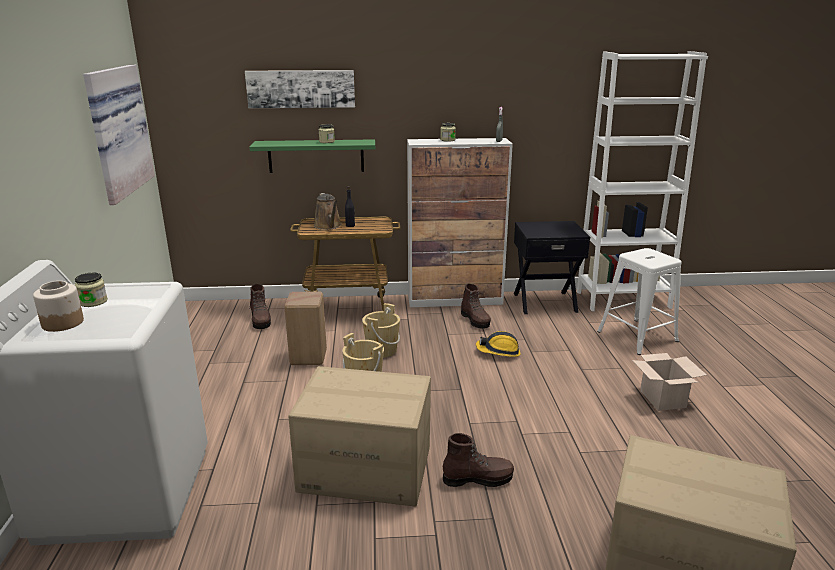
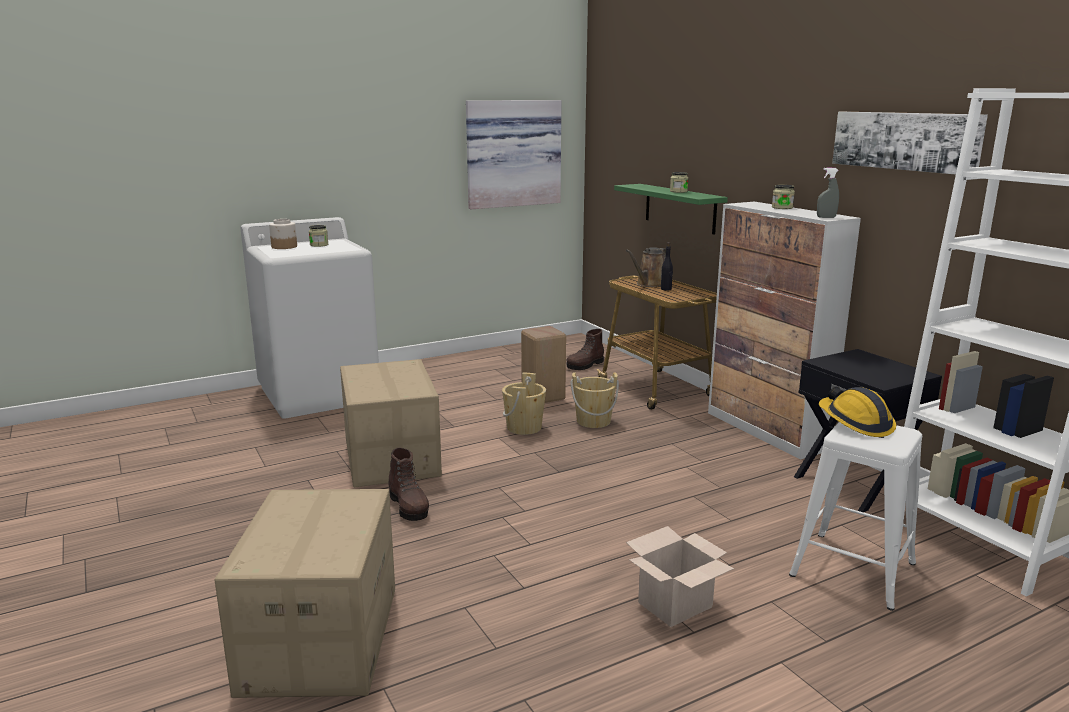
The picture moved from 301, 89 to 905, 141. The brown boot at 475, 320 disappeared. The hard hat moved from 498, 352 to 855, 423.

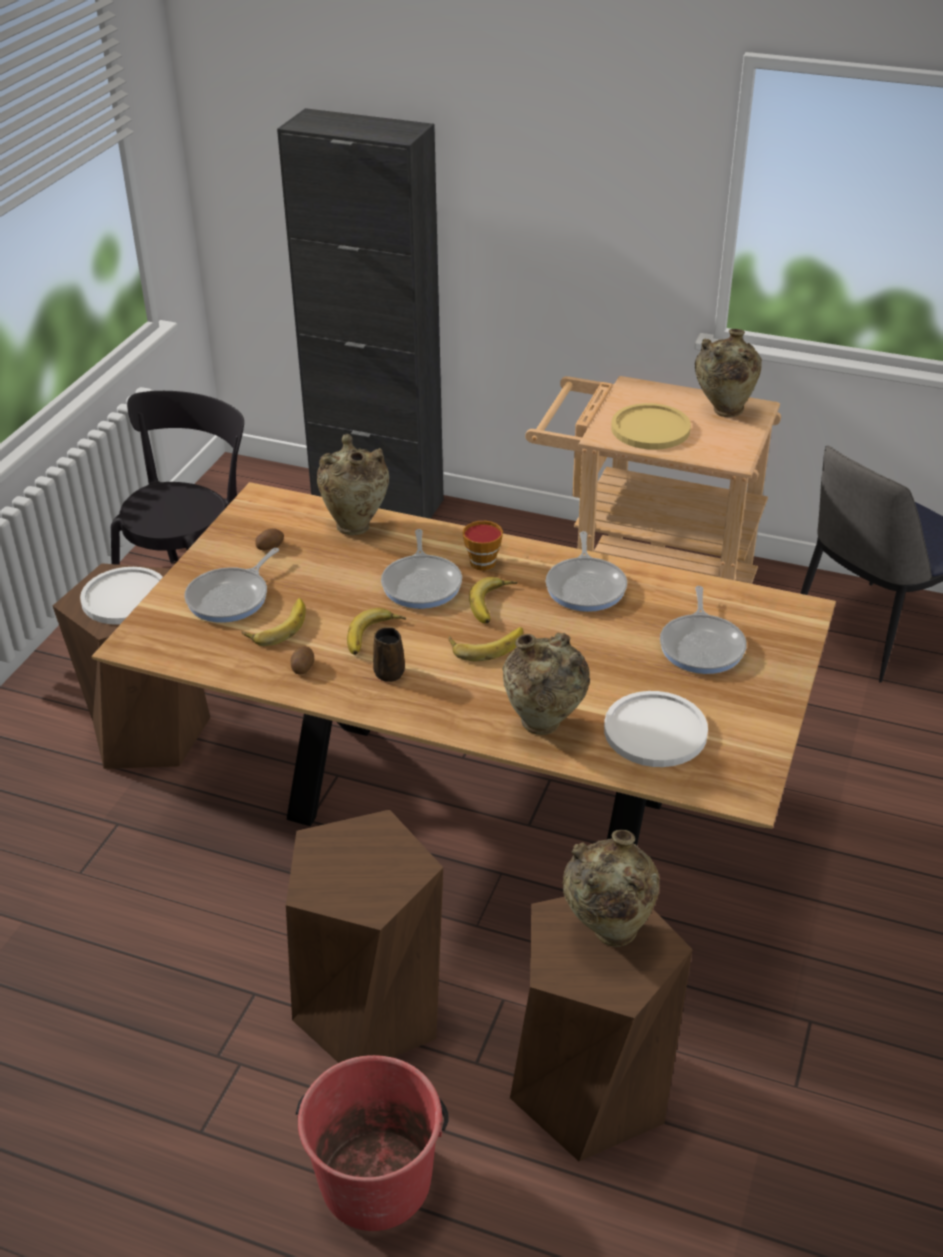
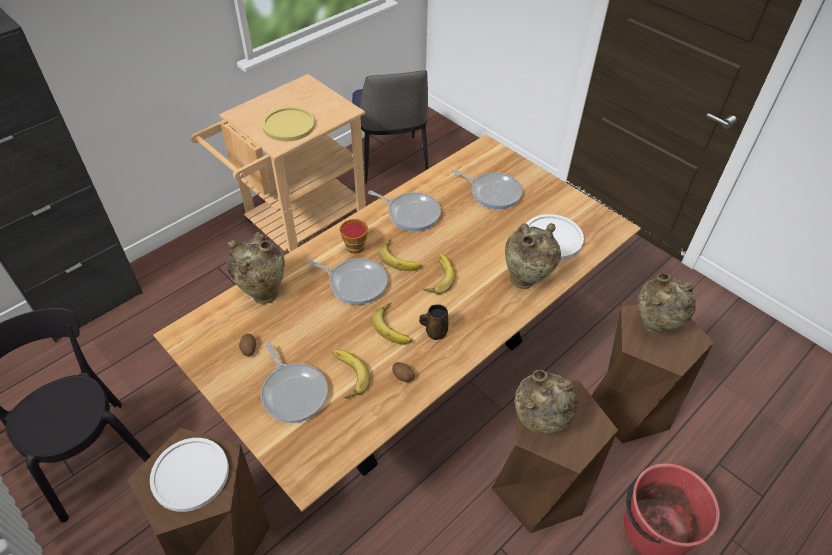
The beige vase moved from 723, 411 to 538, 425.

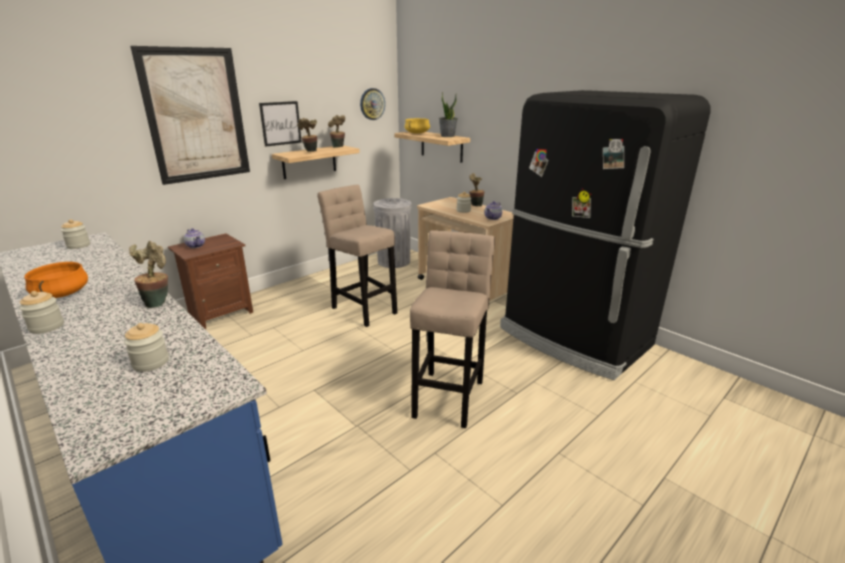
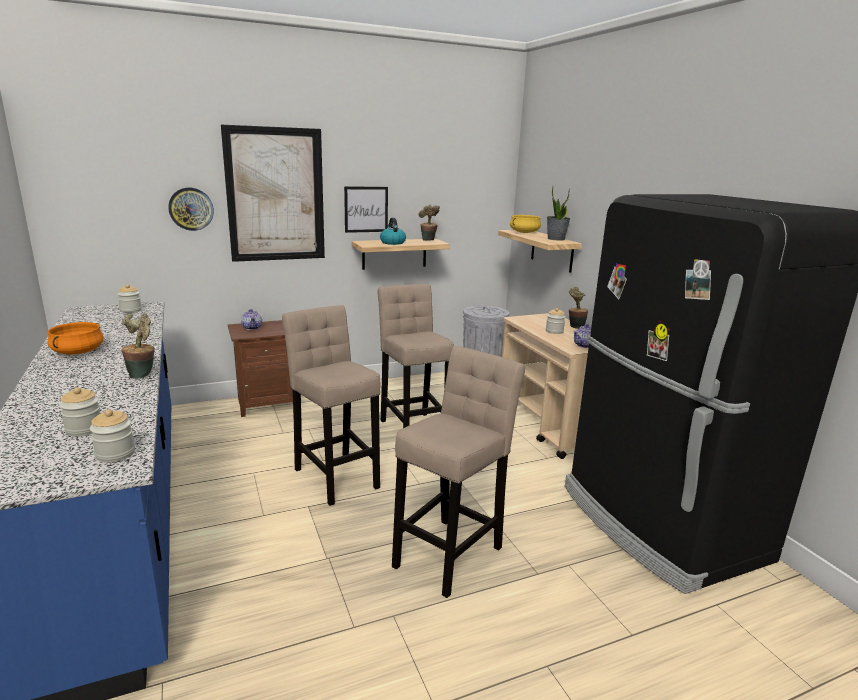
The wall clock moved from 372, 104 to 191, 209. The potted plant at 310, 152 was replaced by the kettle at 392, 242. The jar moved from 47, 327 to 115, 454. The beige stool at 335, 475 appeared.

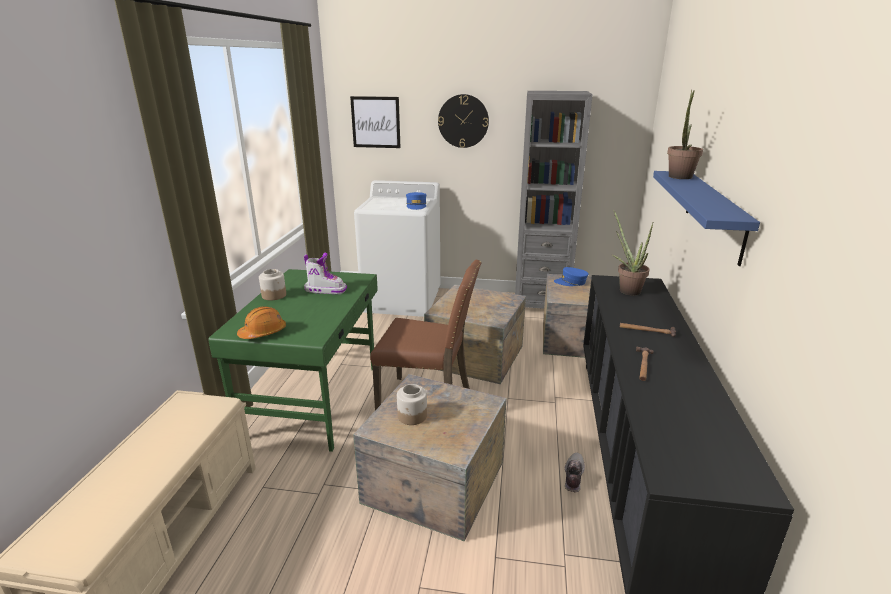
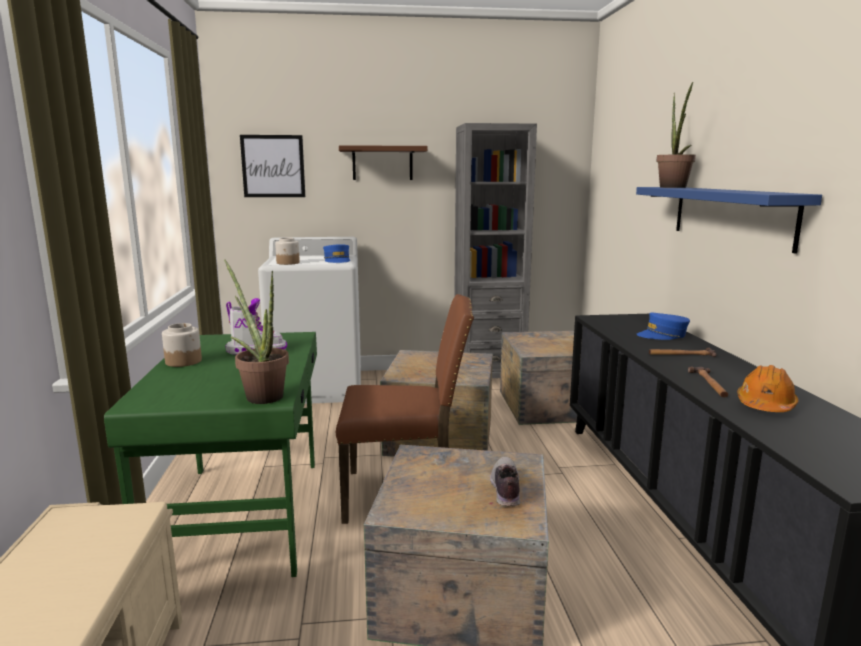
The wall clock at 463, 121 was replaced by the brown shelf at 382, 163. The potted plant moved from 626, 289 to 260, 395. The blue cap moved from 571, 282 to 662, 335. The orange hard hat moved from 263, 332 to 765, 405. The jar moved from 412, 416 to 288, 263. The shoe moved from 573, 476 to 505, 489.

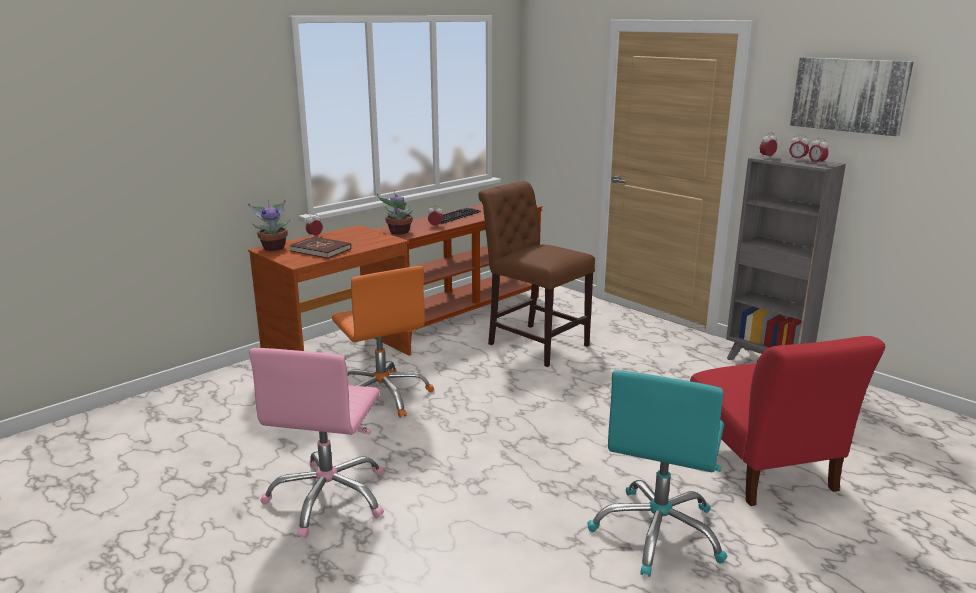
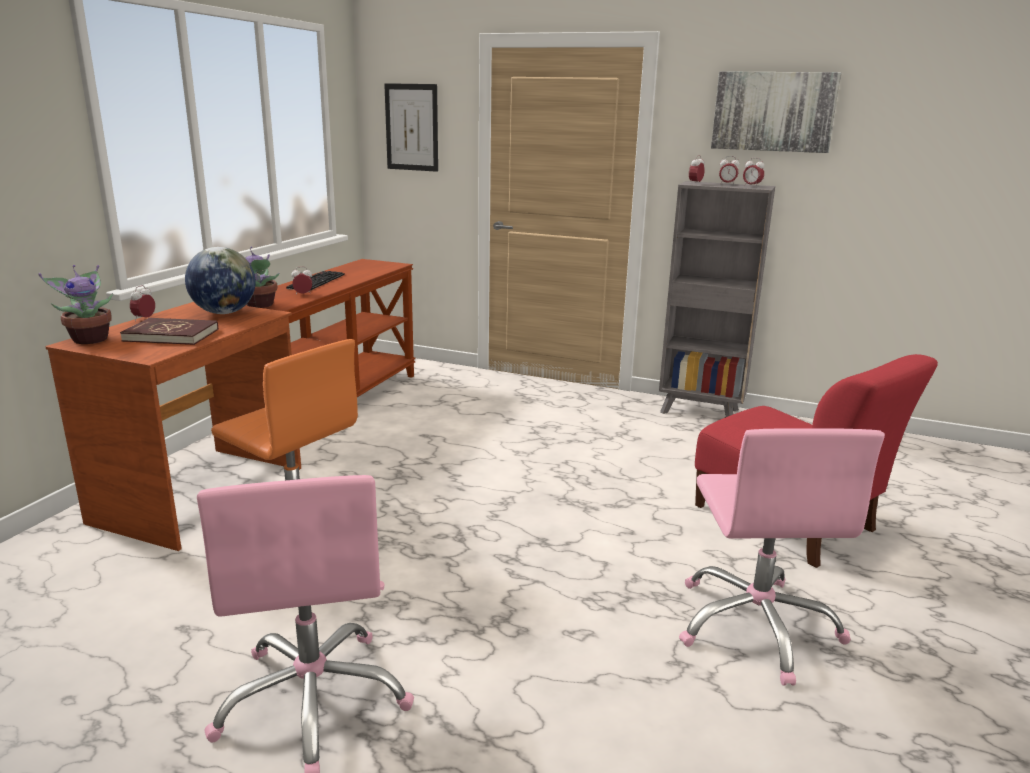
The brown chair at 534, 343 disappeared. The turquoise office chair at 658, 532 became the pink office chair at 756, 625. The picture at 412, 127 appeared. The globe at 224, 312 appeared.

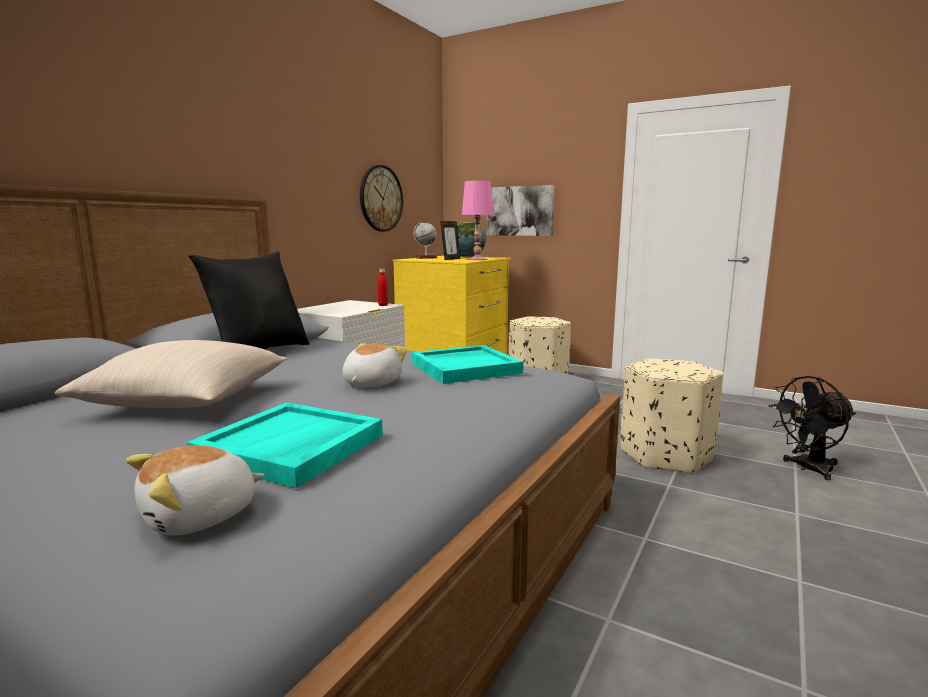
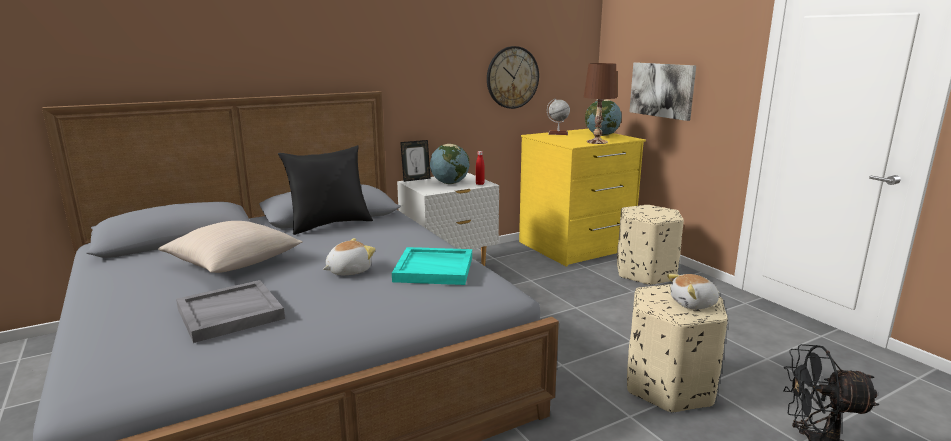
The pink table lamp at 477, 259 became the brown table lamp at 596, 142. The picture frame moved from 450, 259 to 416, 179. The turquoise tray at 291, 448 became the grey tray at 229, 314. The plush toy moved from 201, 517 to 693, 304. The globe at 449, 183 appeared.

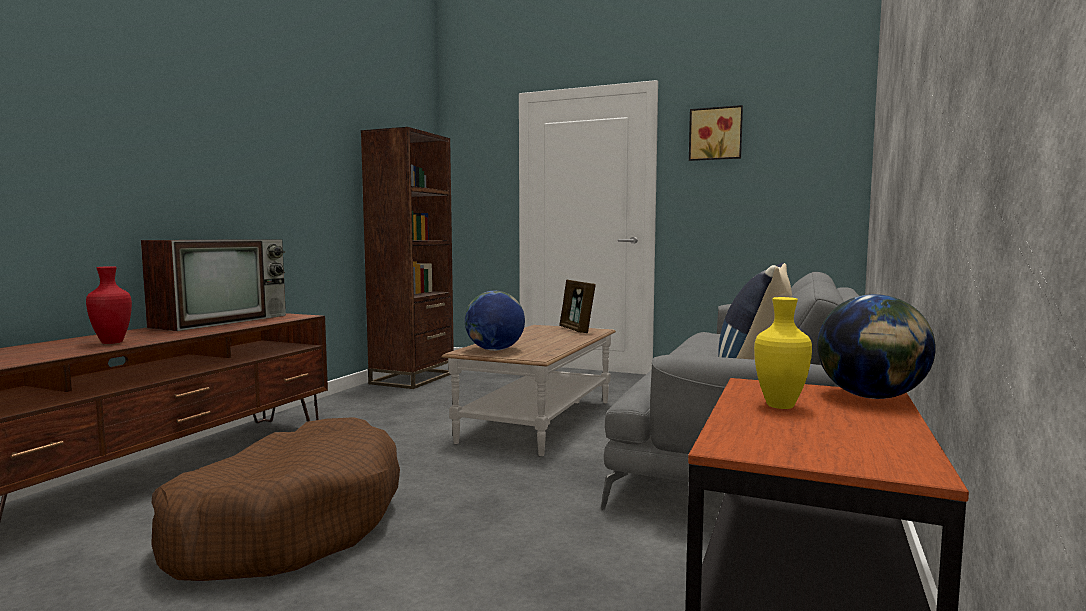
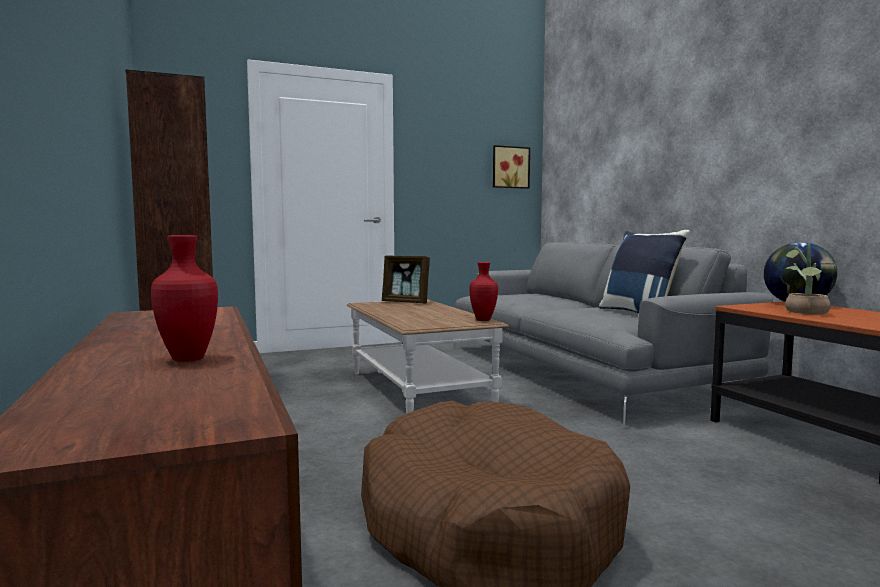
The picture moved from 715, 134 to 510, 167. The television at 223, 321 disappeared. The globe at 495, 350 disappeared. The yellow vase at 779, 406 was replaced by the potted plant at 805, 312. The red vase at 482, 320 appeared.

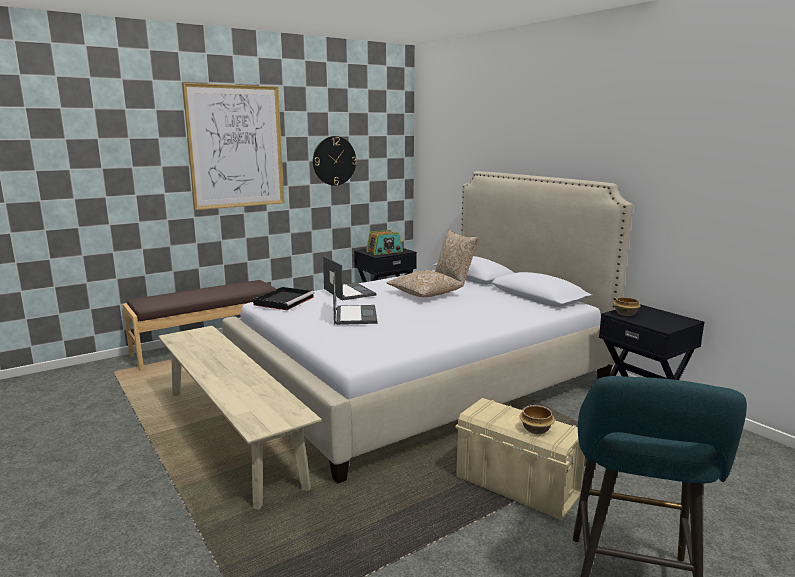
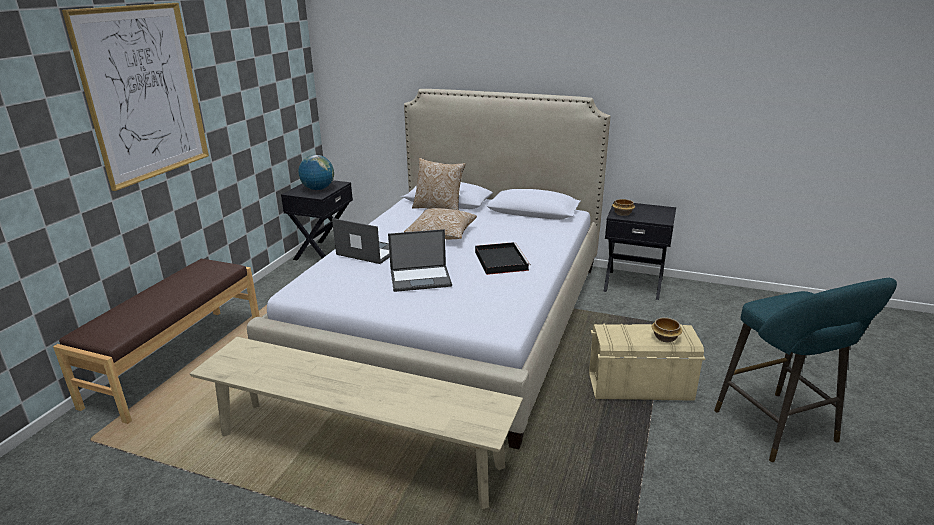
The wall clock at 334, 161 disappeared. The radio at 384, 252 was replaced by the globe at 318, 189. The laptop at 354, 315 turned 120 degrees clockwise. The black tray moved from 284, 300 to 500, 260.

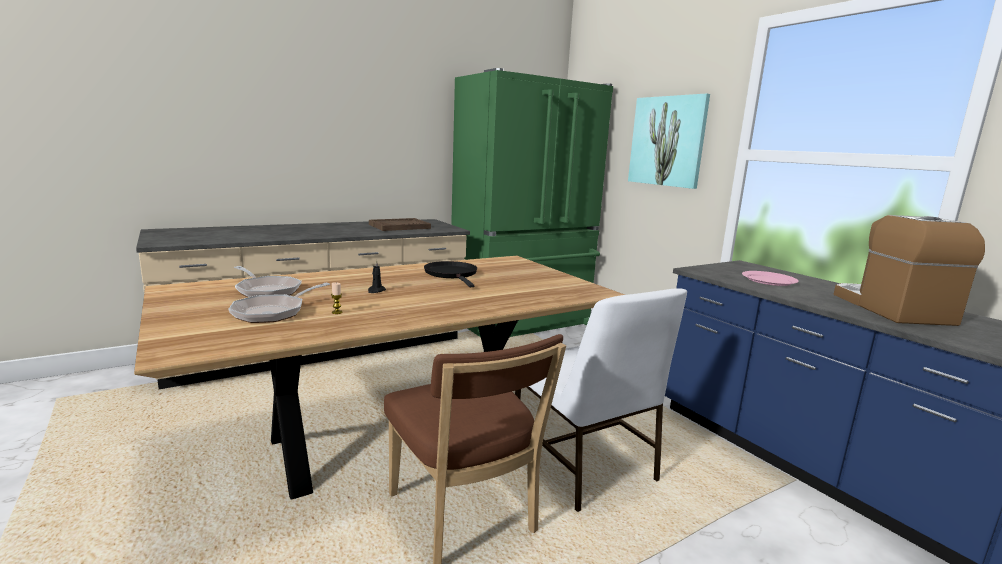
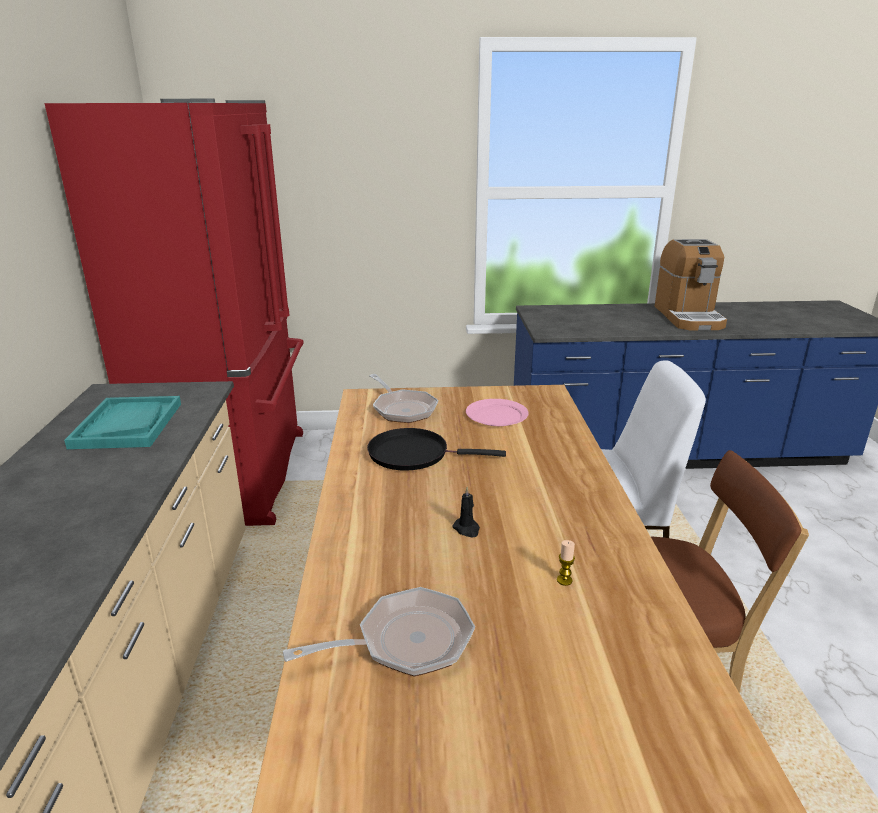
The green fridge at 522, 322 became the red fridge at 238, 475. The picture at 667, 141 disappeared. The coffee machine at 890, 308 turned 120 degrees counterclockwise. The brown tray at 399, 226 became the turquoise tray at 127, 425. The pink plate moved from 769, 280 to 497, 415. The frying pan moved from 274, 312 to 402, 409.

